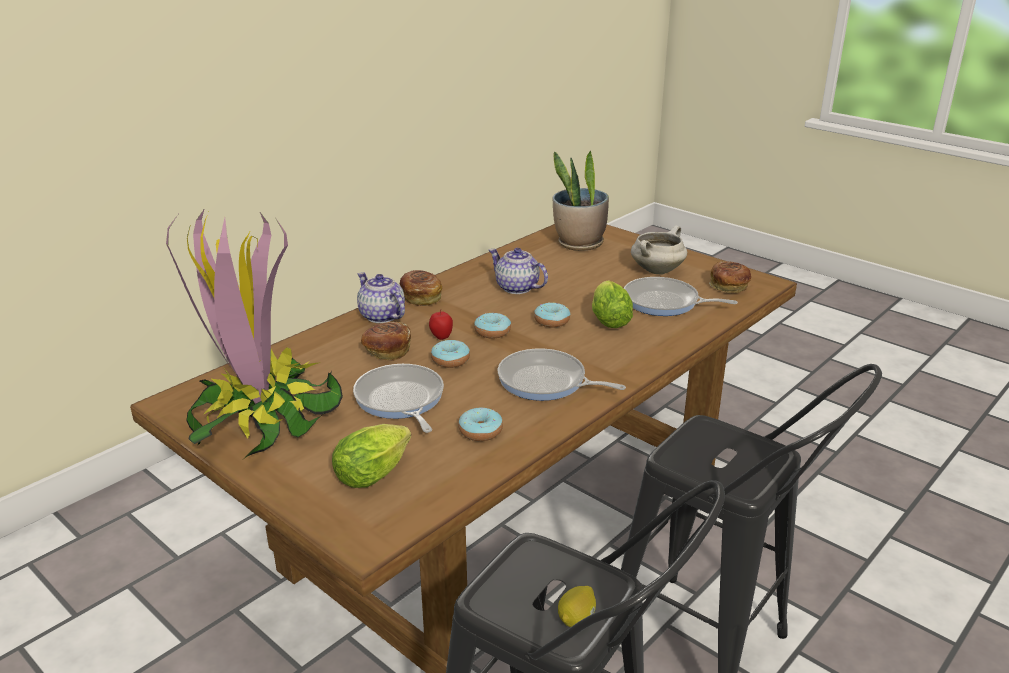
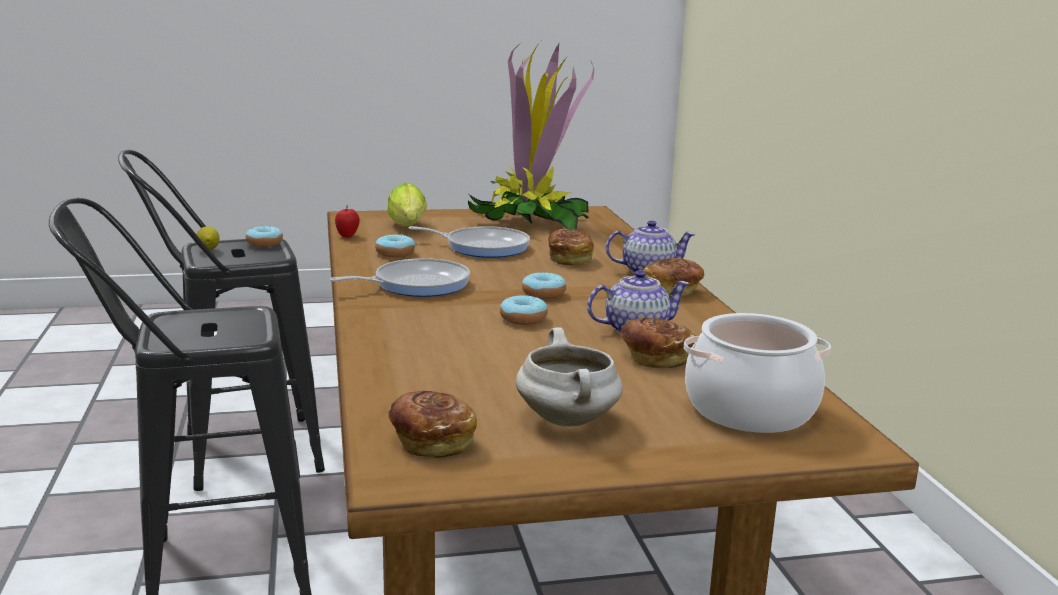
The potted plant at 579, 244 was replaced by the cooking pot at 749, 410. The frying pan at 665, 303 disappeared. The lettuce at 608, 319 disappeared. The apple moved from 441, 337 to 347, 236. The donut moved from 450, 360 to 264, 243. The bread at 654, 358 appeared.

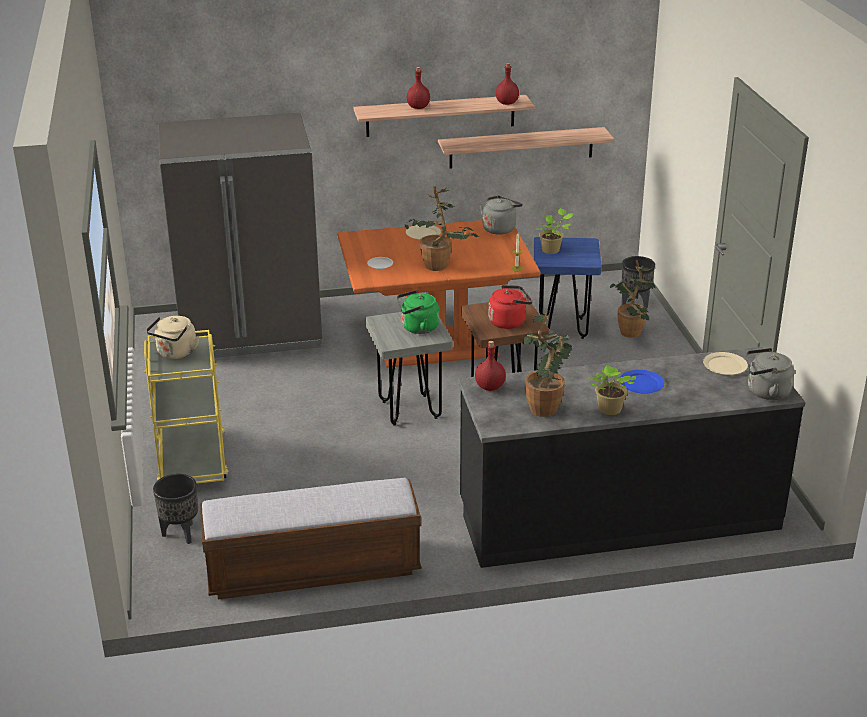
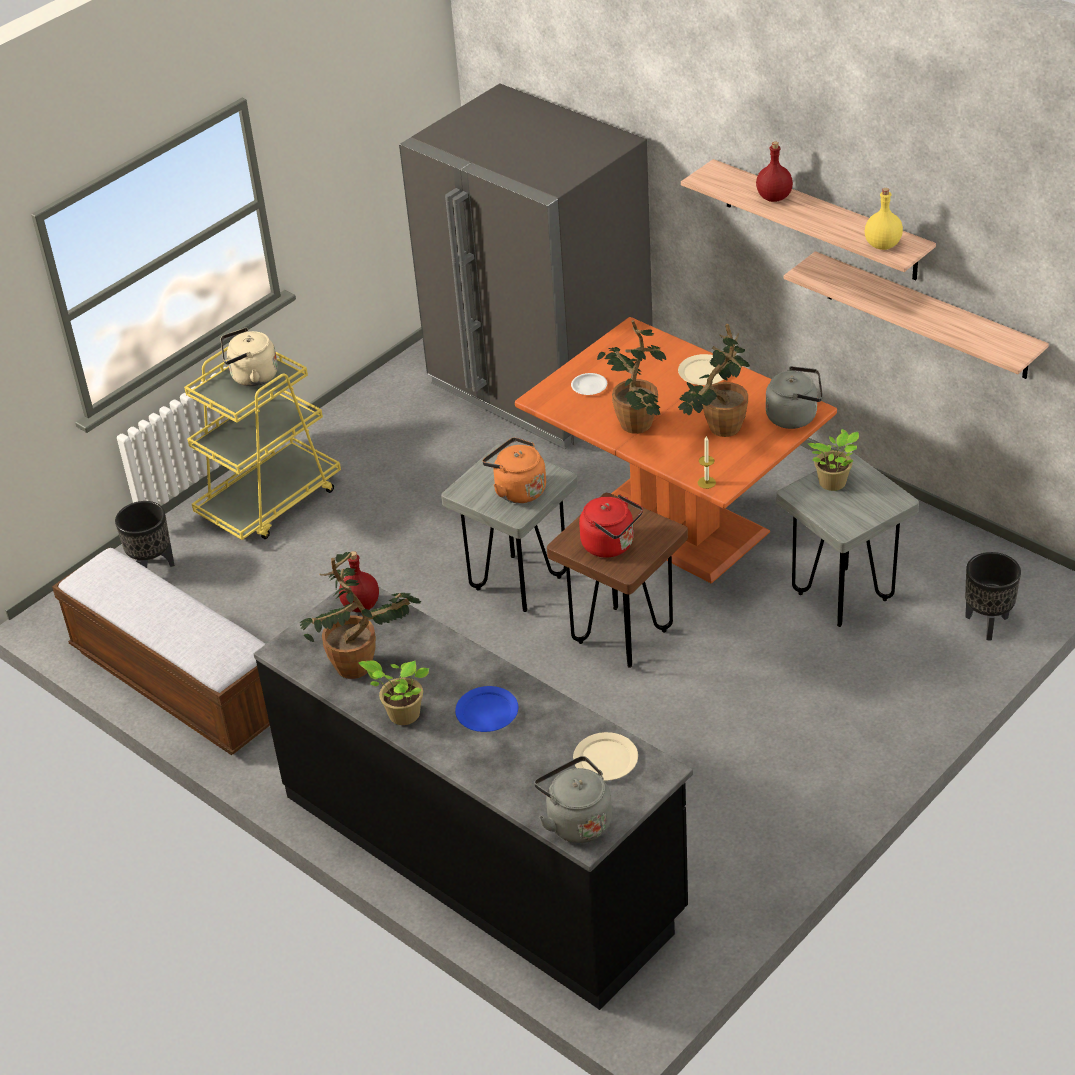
The red bottle at 506, 103 became the yellow bottle at 882, 245. The blue stool at 563, 328 became the grey stool at 842, 597. The potted plant moved from 630, 335 to 718, 430. The green kettle at 417, 328 became the orange kettle at 517, 490.

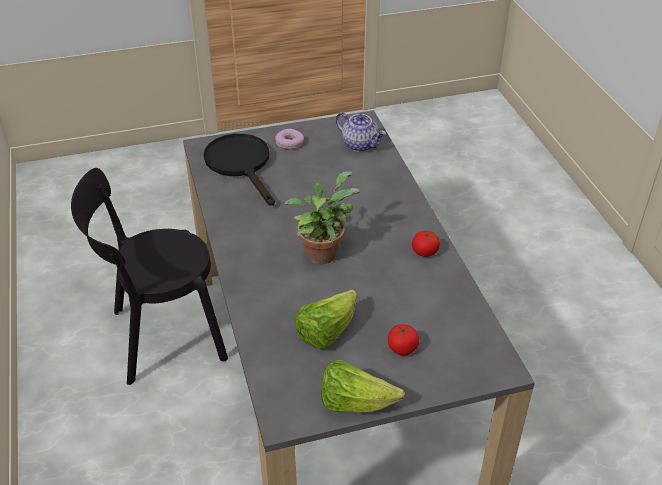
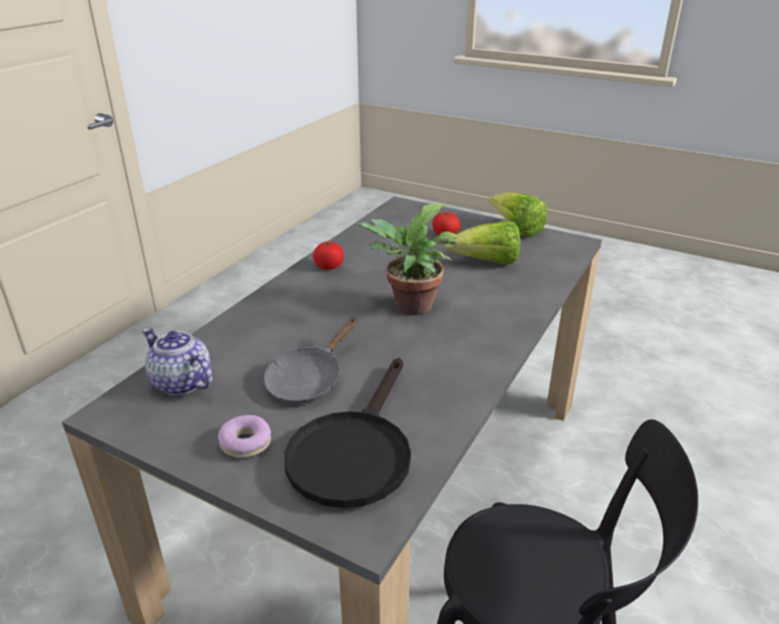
The teapot at 360, 144 turned 45 degrees counterclockwise. The grey frying pan at 309, 380 appeared.

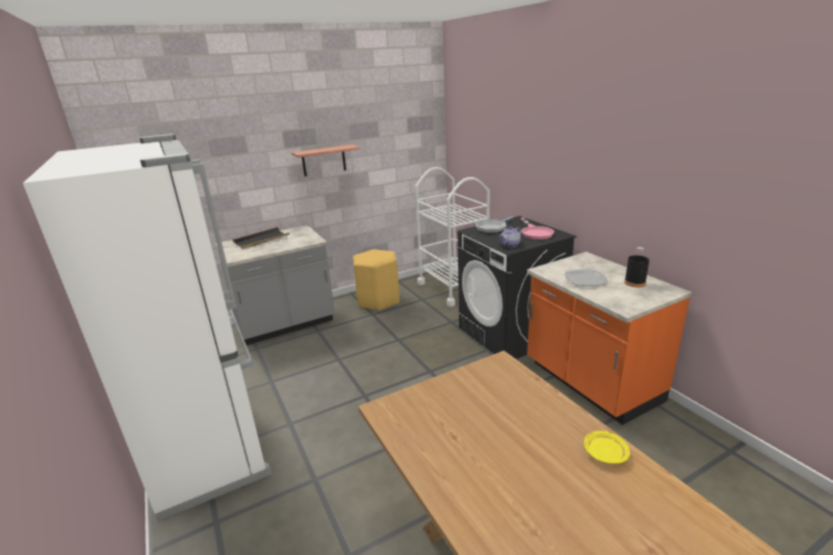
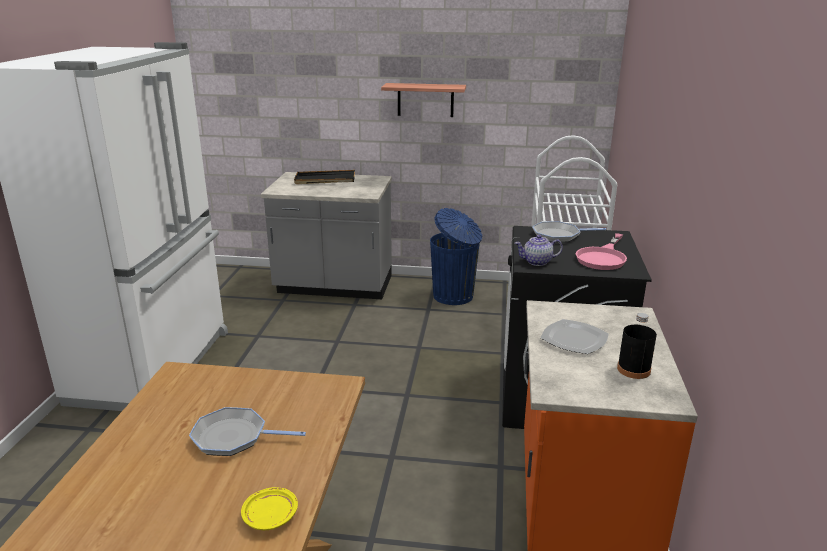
The yellow stool at 378, 300 was replaced by the blue trash can at 454, 296. The frying pan at 234, 437 appeared.

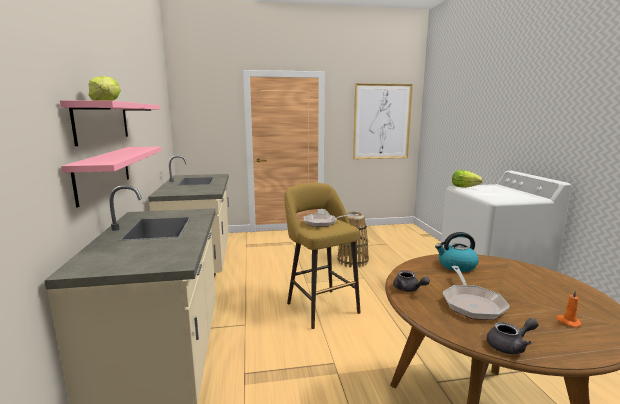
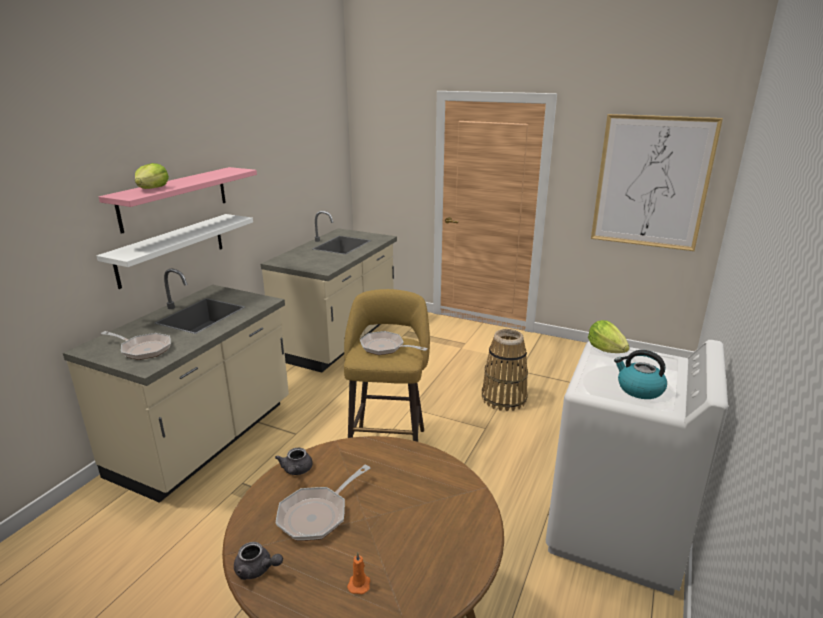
The pink shelf at 104, 172 became the white shelf at 171, 249. The kettle moved from 456, 266 to 639, 389. The frying pan at 143, 349 appeared.

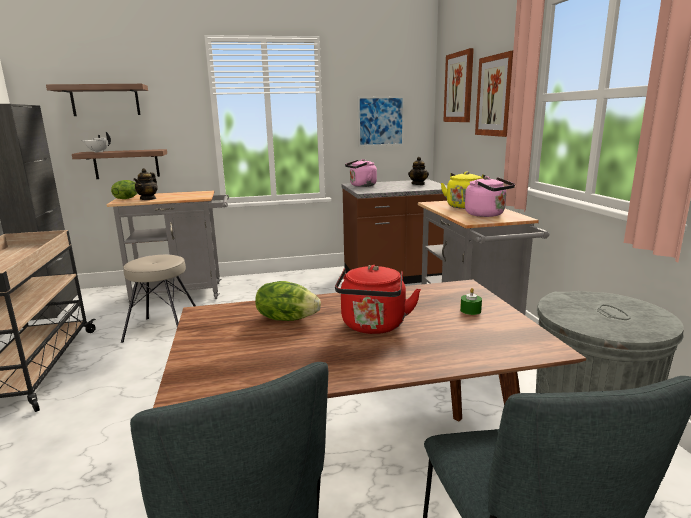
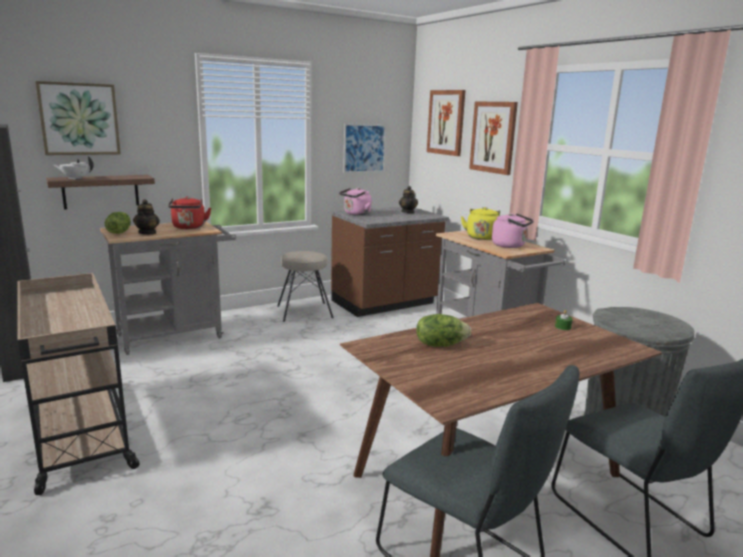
The shelf at 105, 100 was replaced by the picture at 79, 119. The beige stool moved from 164, 329 to 304, 311. The red kettle moved from 373, 326 to 189, 227.

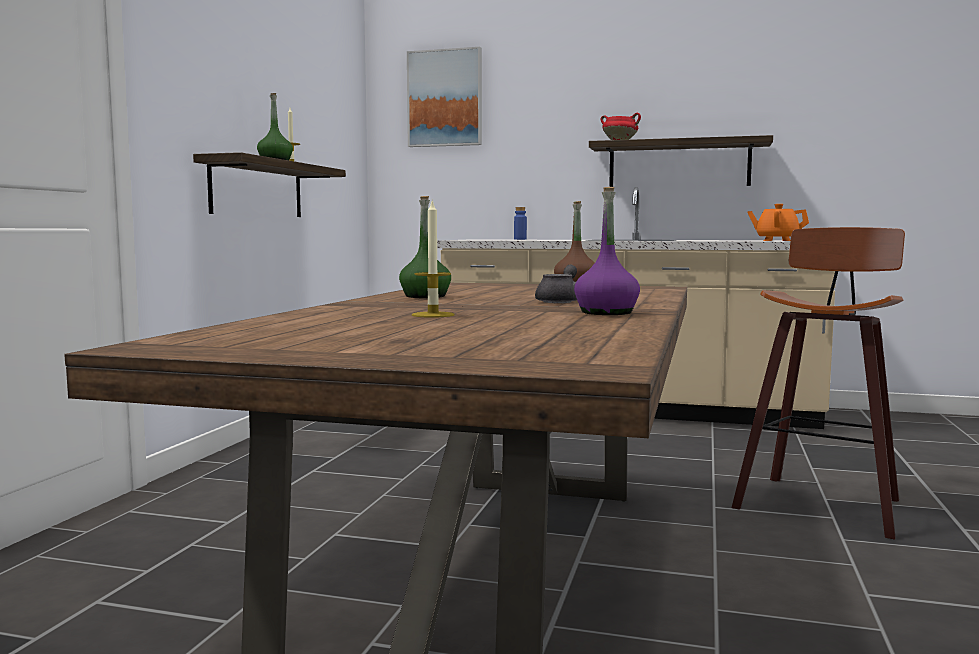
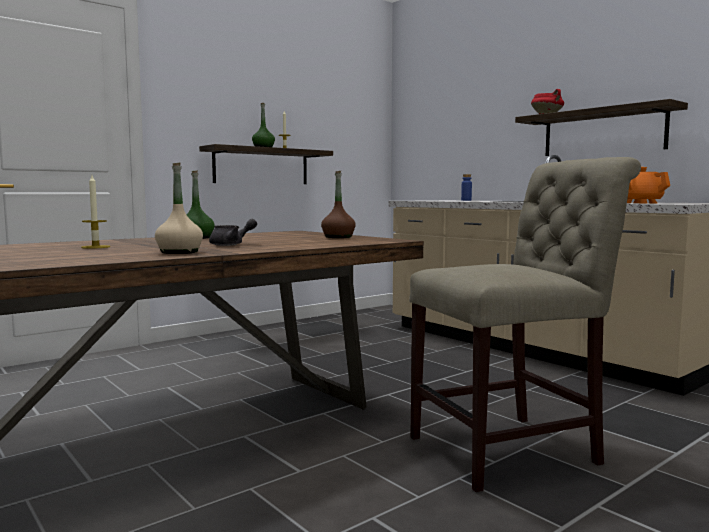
The picture at 445, 98 disappeared. The purple bottle at 606, 313 became the beige bottle at 179, 252. The stool at 821, 503 was replaced by the beige chair at 513, 449.

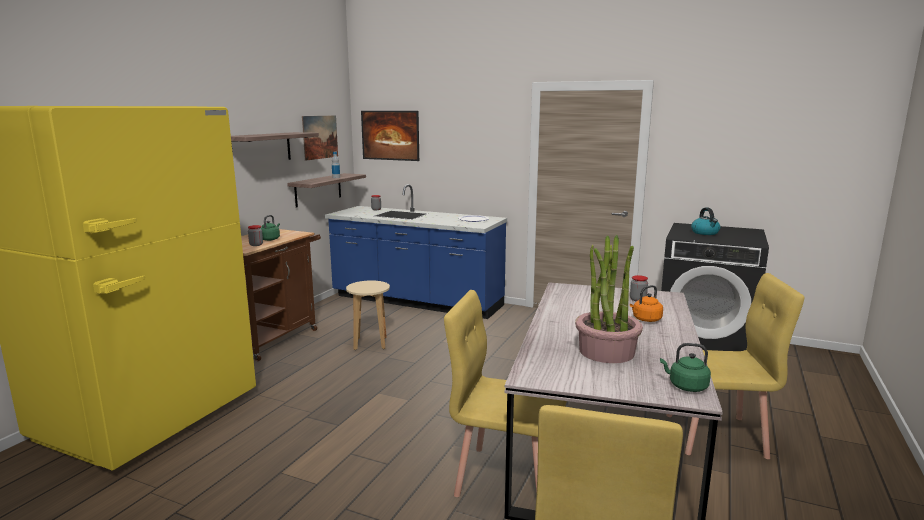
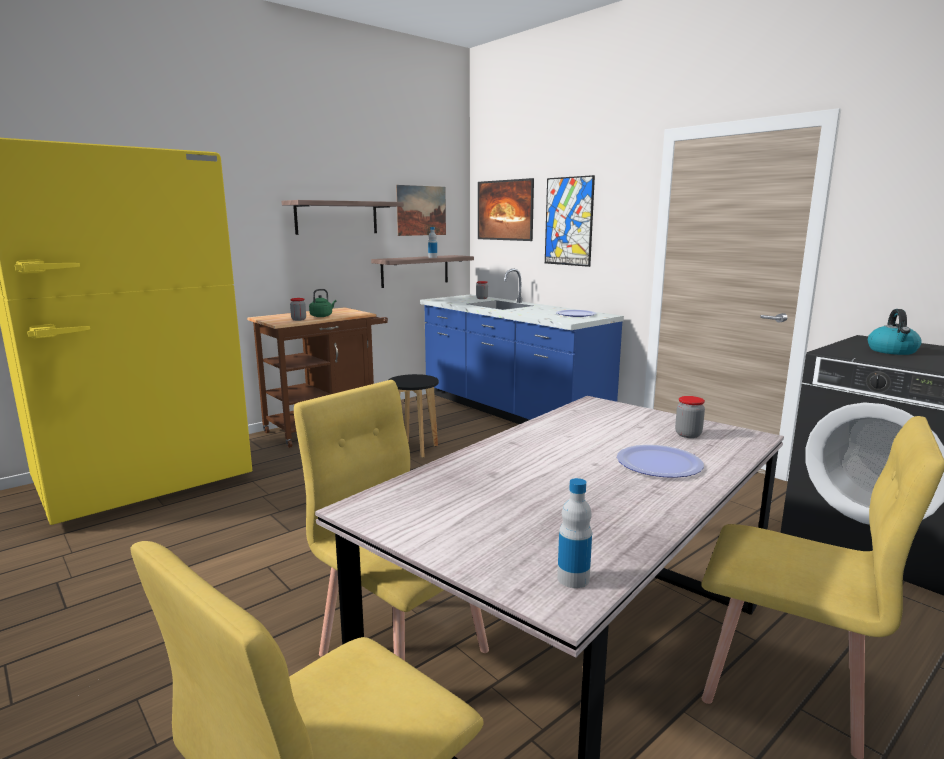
The potted plant at 606, 352 disappeared. The beige stool at 370, 343 became the black stool at 414, 449. The orange kettle at 645, 319 was replaced by the plate at 659, 463. The green kettle at 686, 386 was replaced by the bottle at 573, 578. The picture at 568, 221 appeared.

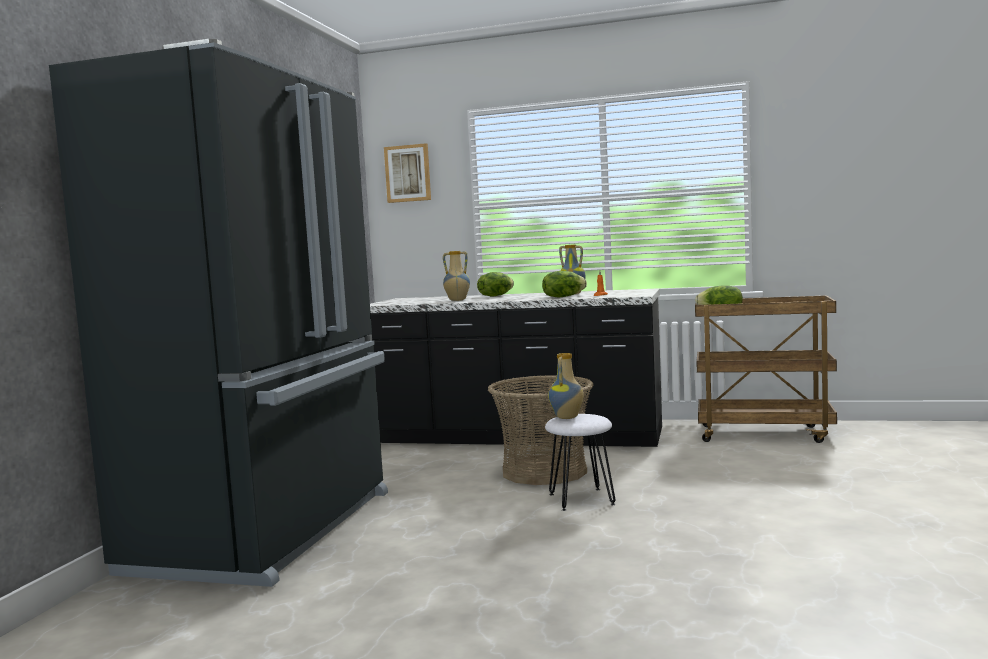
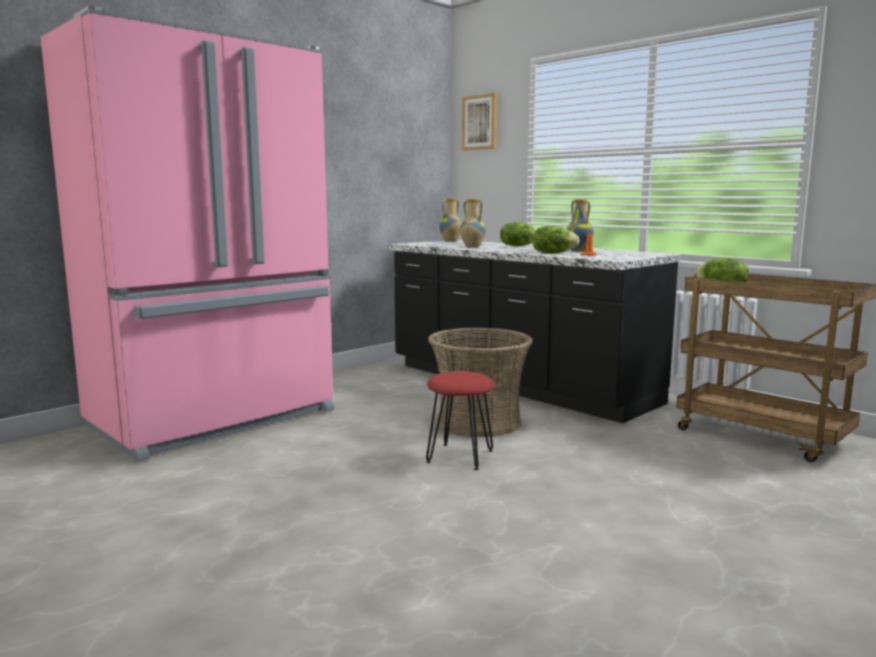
The black fridge at 270, 531 became the pink fridge at 217, 419. The vase moved from 567, 417 to 450, 241. The white stool at 581, 499 became the red stool at 460, 456.

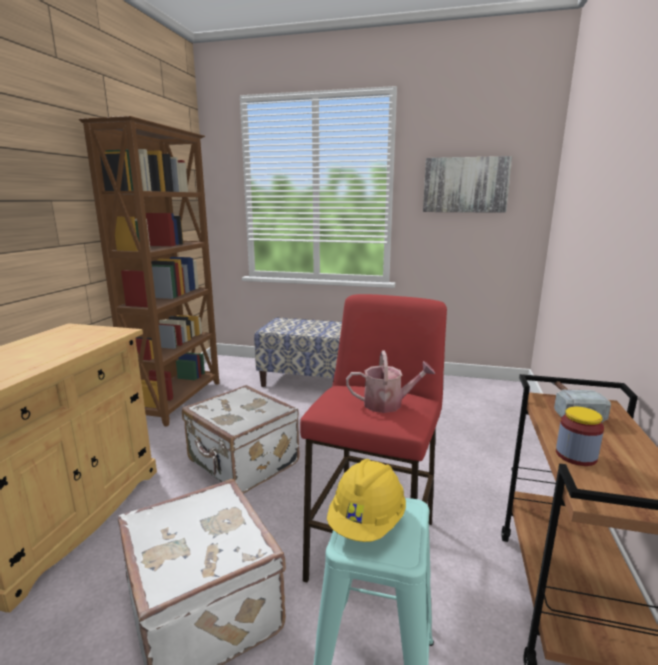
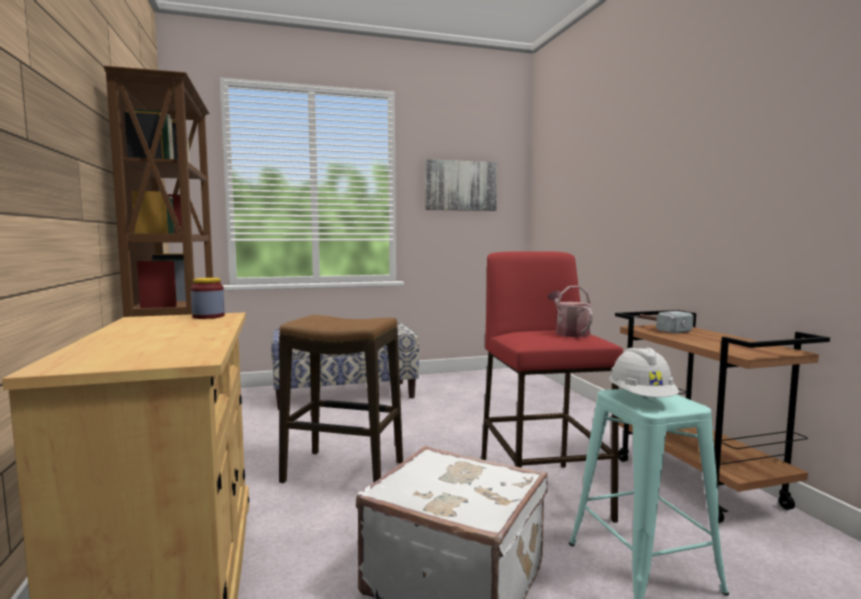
The watering can at 388, 404 turned 75 degrees counterclockwise. The white suitcase at 242, 463 was replaced by the stool at 344, 472. The jar moved from 576, 456 to 208, 316. The yellow hard hat at 367, 522 became the white hard hat at 641, 399.

